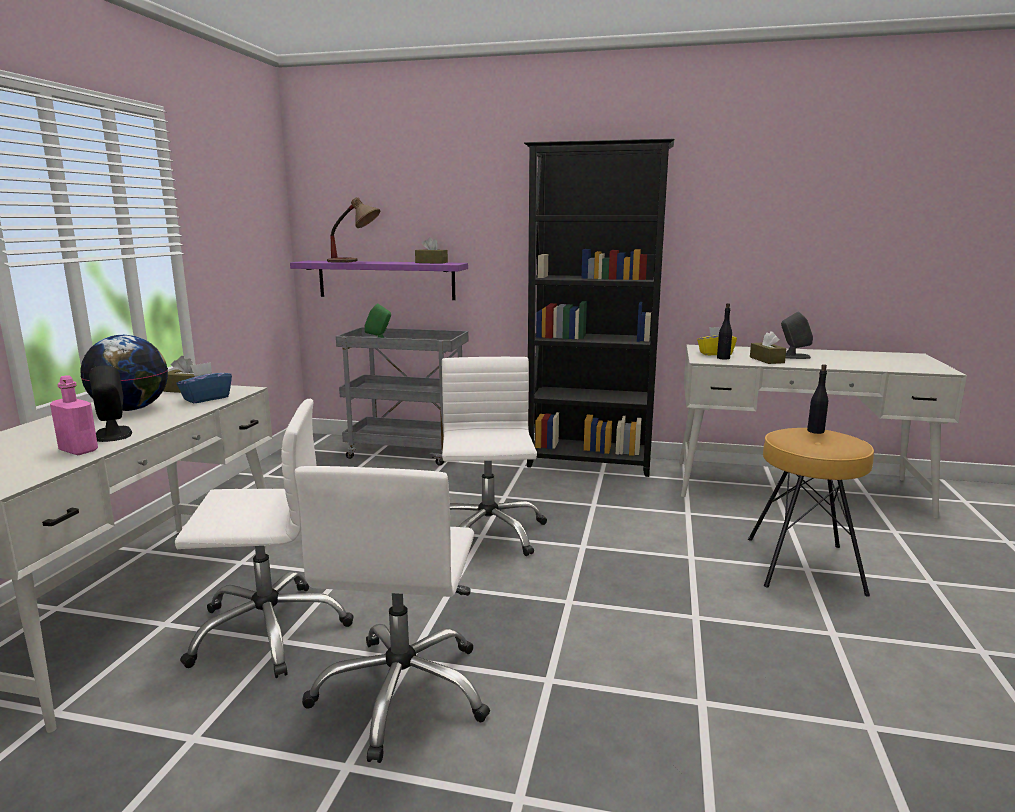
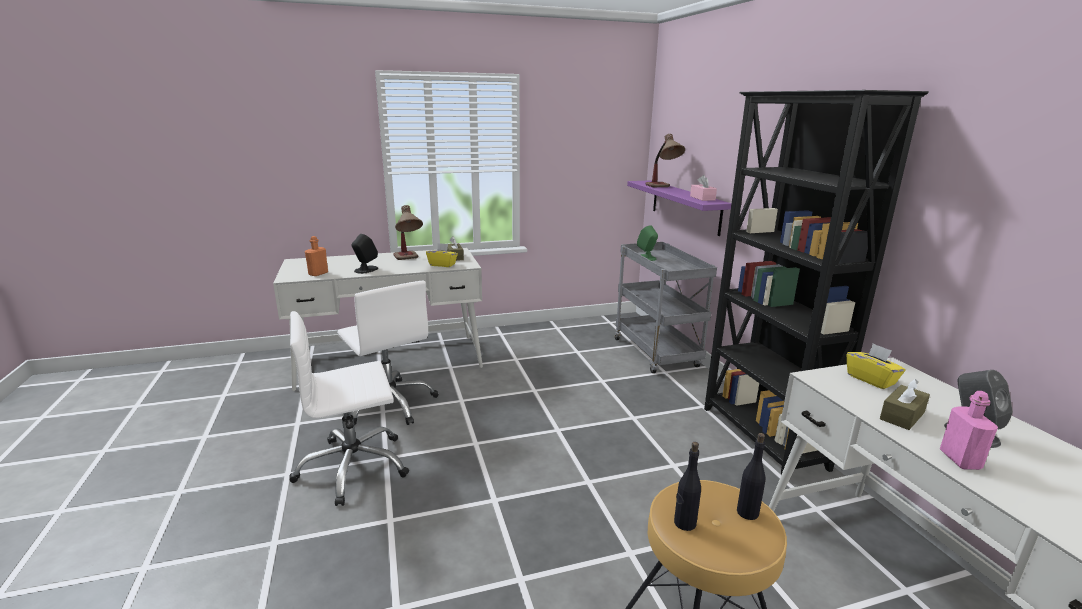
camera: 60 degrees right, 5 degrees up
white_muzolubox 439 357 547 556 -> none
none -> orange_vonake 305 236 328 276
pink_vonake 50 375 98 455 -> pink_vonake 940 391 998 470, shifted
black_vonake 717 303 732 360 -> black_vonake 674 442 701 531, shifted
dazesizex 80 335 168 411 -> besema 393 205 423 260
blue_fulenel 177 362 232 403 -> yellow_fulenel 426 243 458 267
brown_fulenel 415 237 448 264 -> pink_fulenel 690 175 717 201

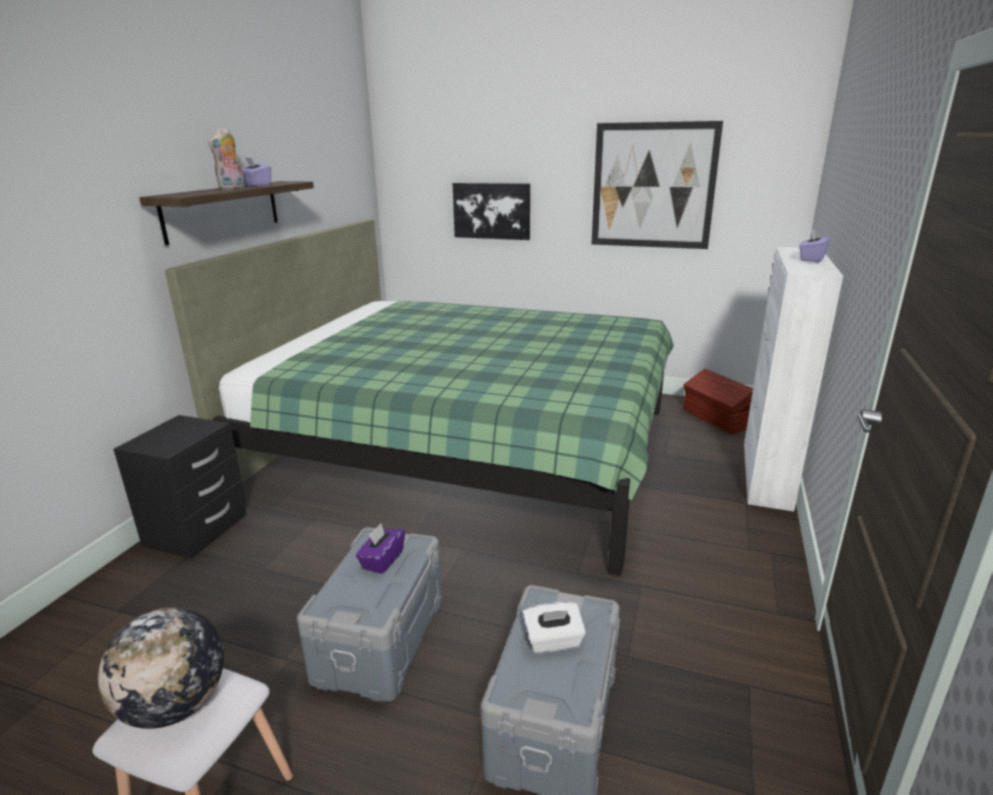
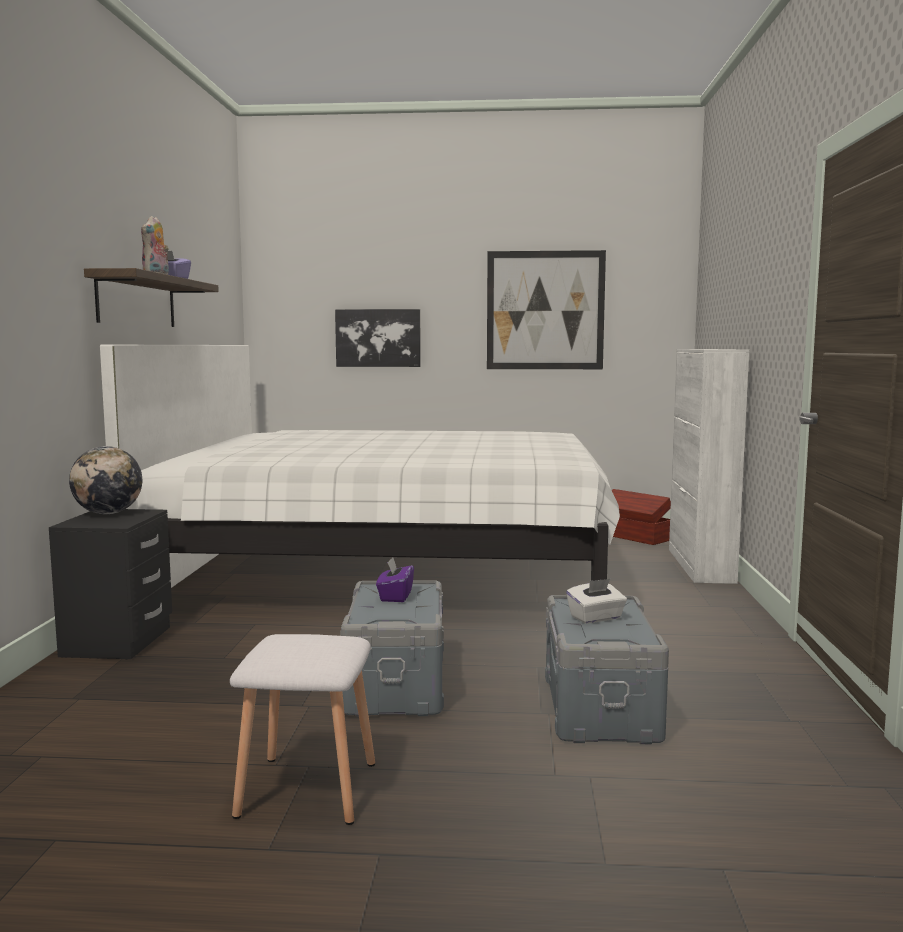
camera: 15 degrees left, 15 degrees down
purple_fulenel 799 228 830 262 -> none
dazesizex 98 607 224 729 -> dazesizex 69 446 142 514, shifted
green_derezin 165 219 674 576 -> white_derezin 100 345 620 588

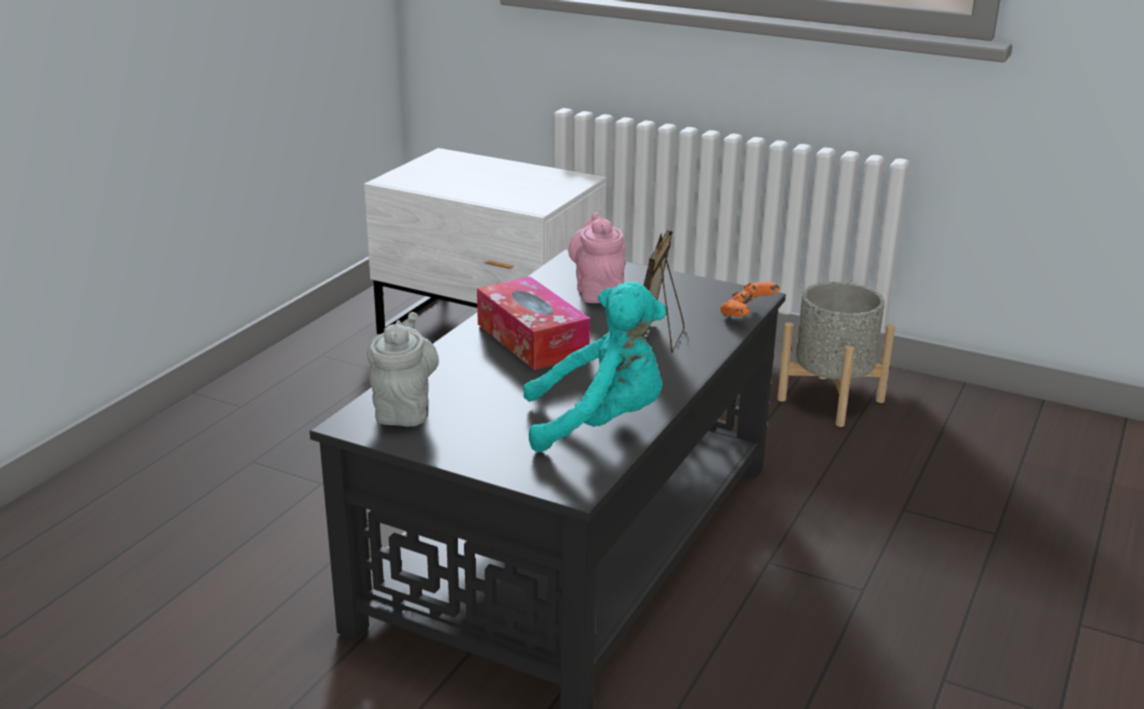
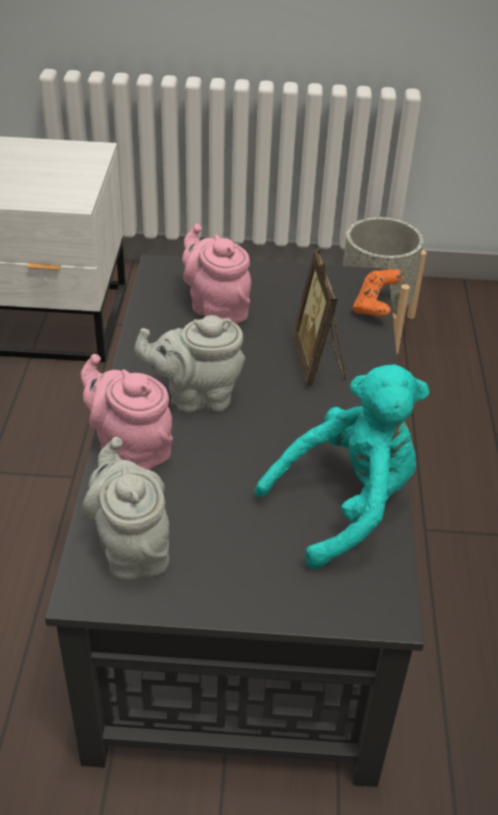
camera: 25 degrees left, 15 degrees up
none -> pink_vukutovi 81 354 173 470
fulenel 477 277 590 370 -> grey_vukutovi 135 315 245 413

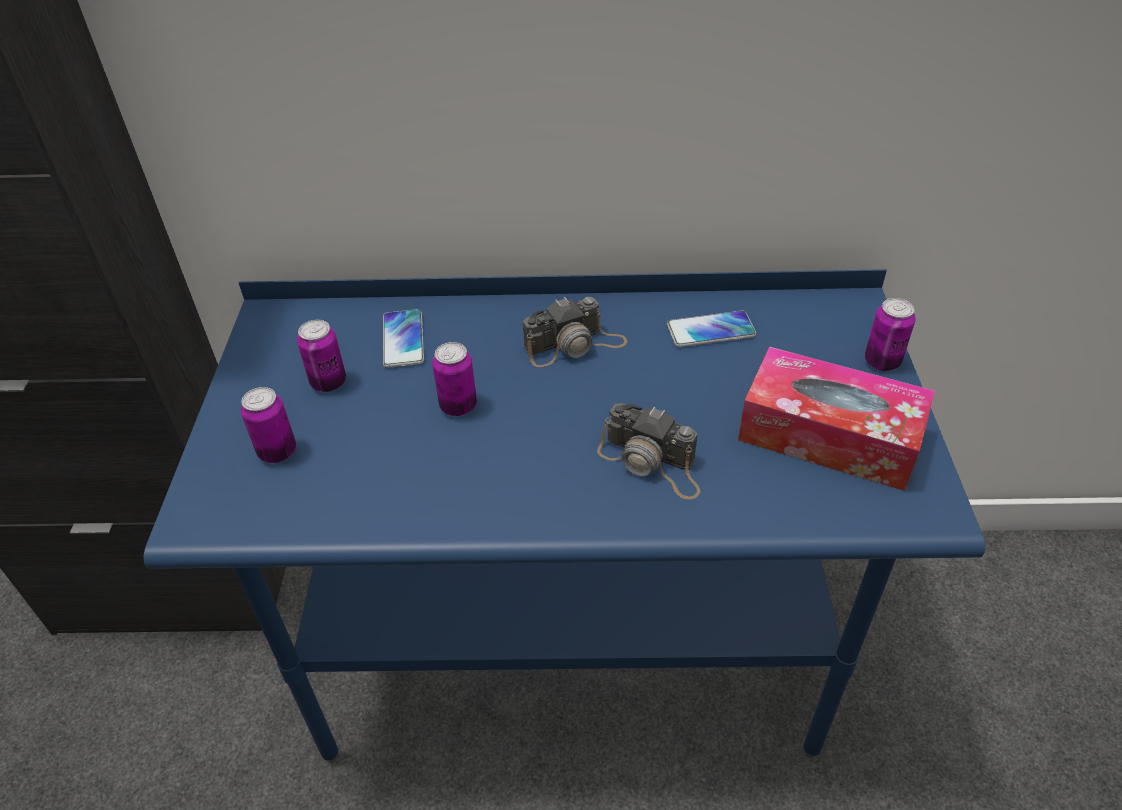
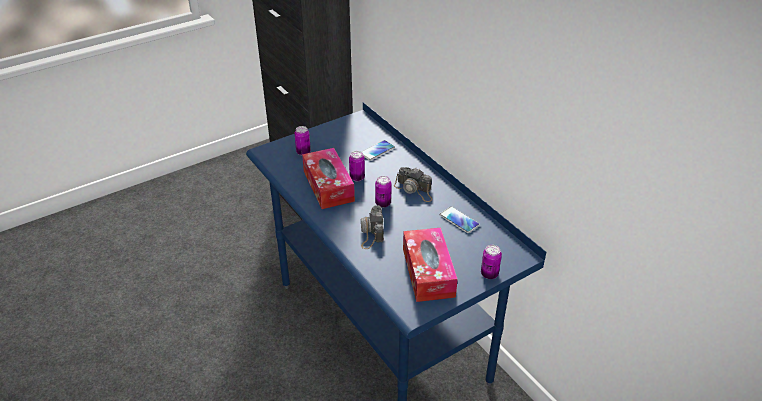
camera: 55 degrees right, 5 degrees down
none -> fulenel 302 148 355 209
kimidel 297 320 346 392 -> kimidel 375 176 391 208, shifted

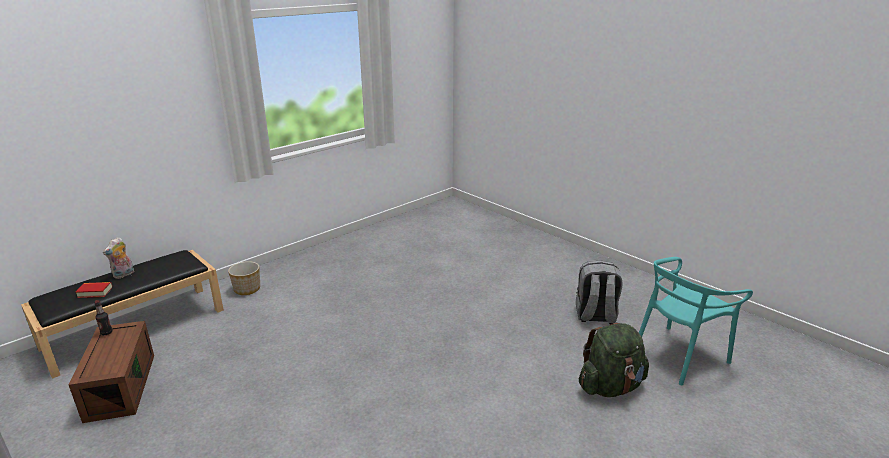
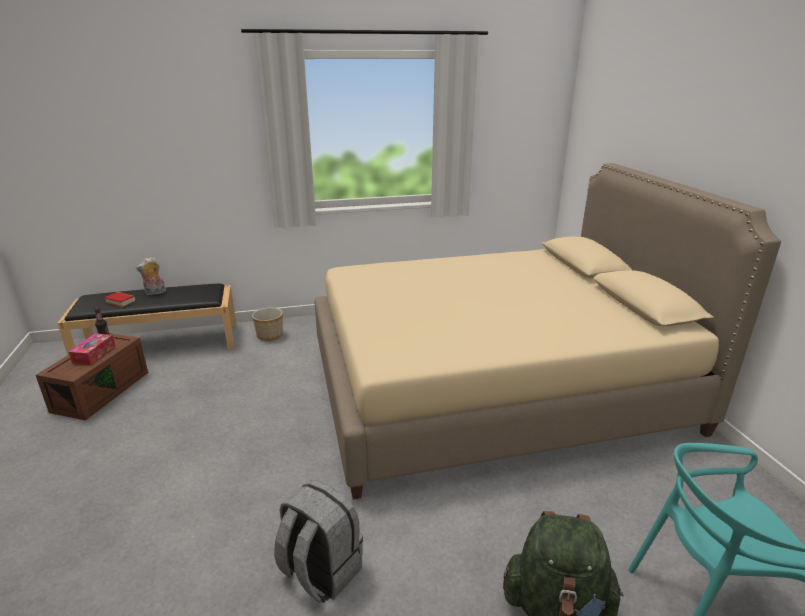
camera: 30 degrees right, 0 degrees up
none -> fulenel 69 333 115 365
none -> beige_derezin 314 163 781 499
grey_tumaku 576 260 623 324 -> grey_tumaku 274 480 363 603, shifted

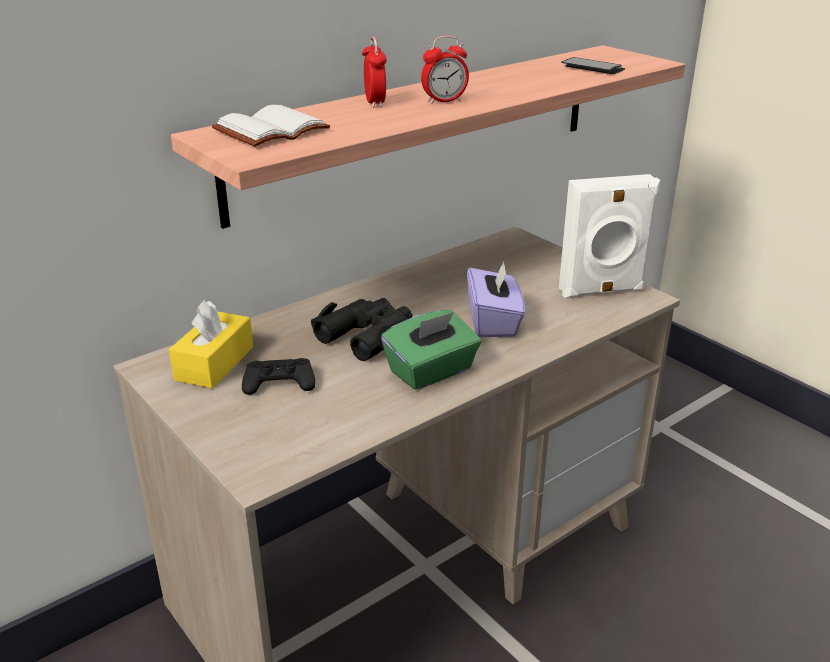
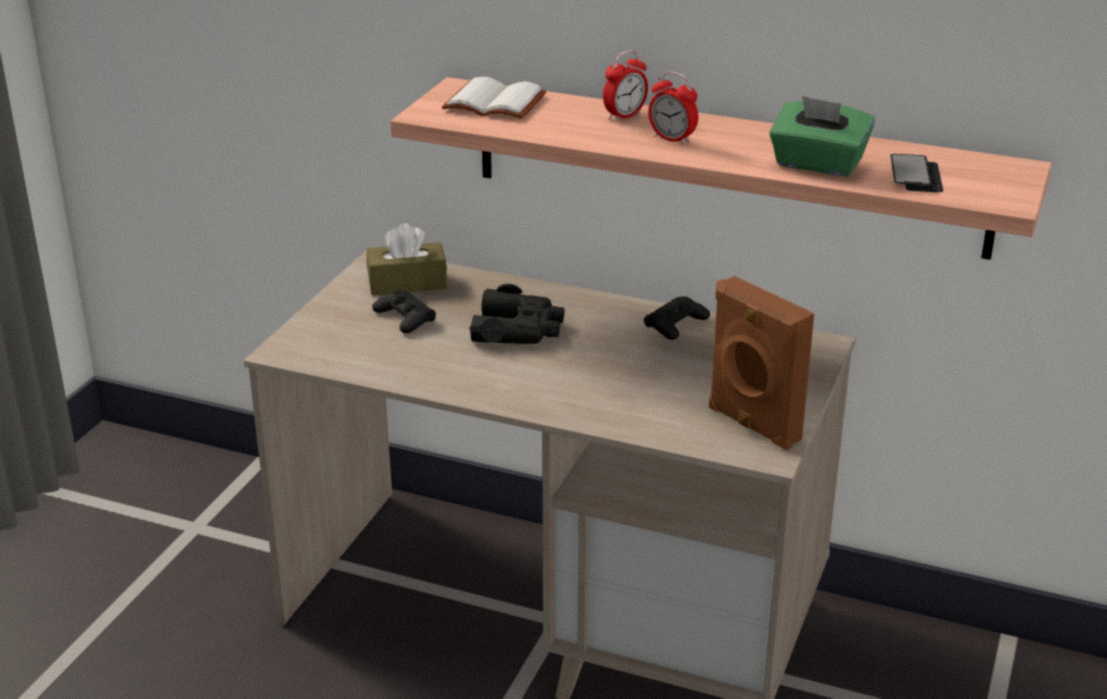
camera: 60 degrees right, 0 degrees up
purple_fulenel 467 261 525 337 -> none
none -> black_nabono 644 296 710 340
green_fulenel 381 310 481 390 -> green_fulenel 769 96 875 177, shifted
yellow_fulenel 169 300 253 388 -> brown_fulenel 366 223 447 295
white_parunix 559 174 660 298 -> brown_parunix 709 276 814 450

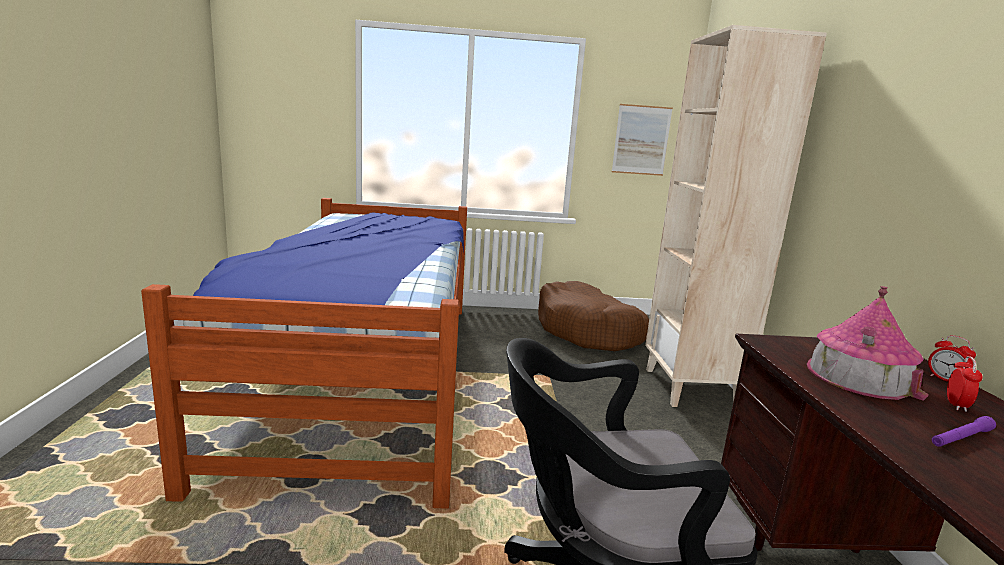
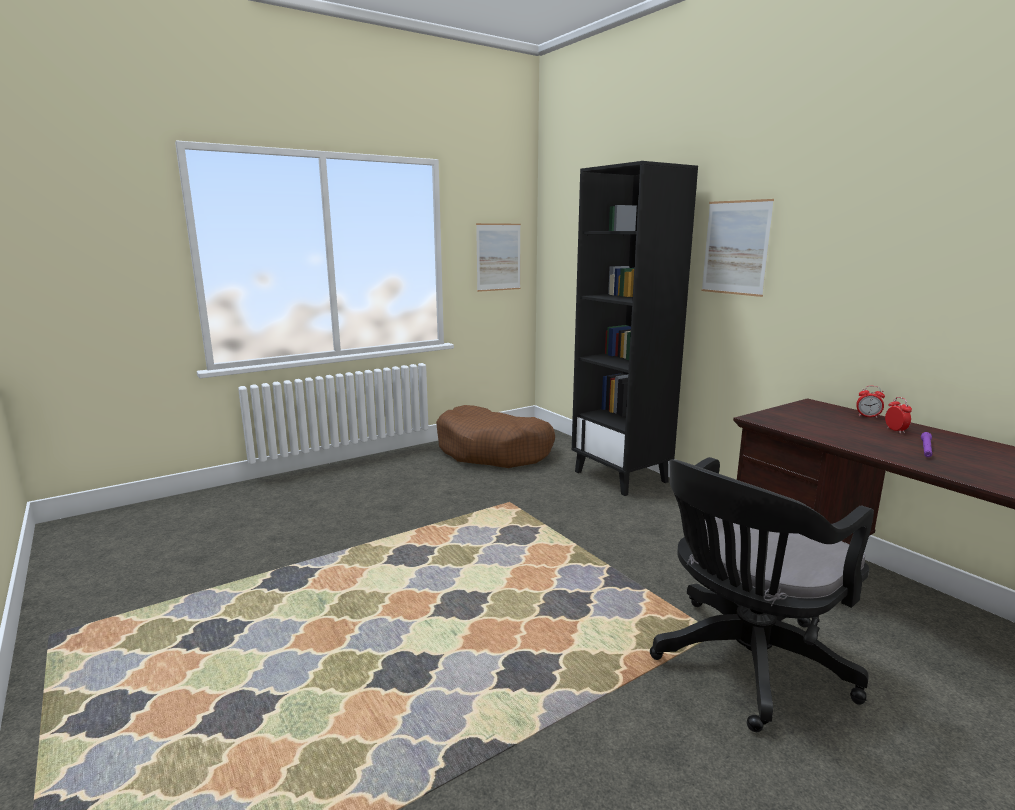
camera: 30 degrees left, 0 degrees up
derezin 141 198 467 508 -> none
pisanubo 807 286 929 401 -> none
none -> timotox 702 199 774 297
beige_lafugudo 645 25 827 407 -> black_lafugudo 572 161 698 496

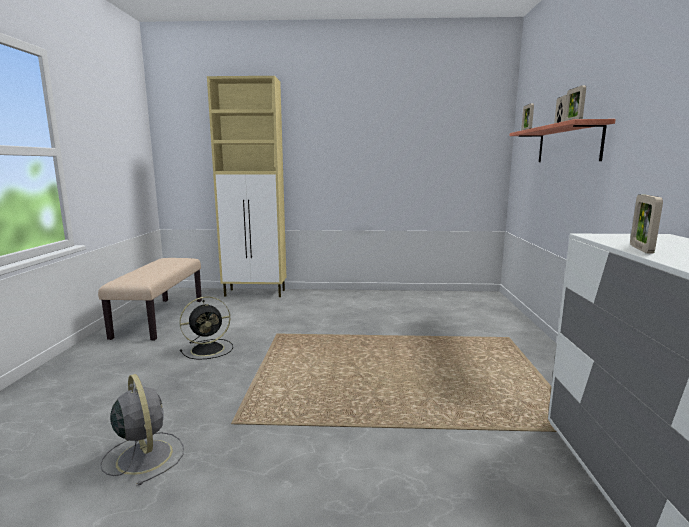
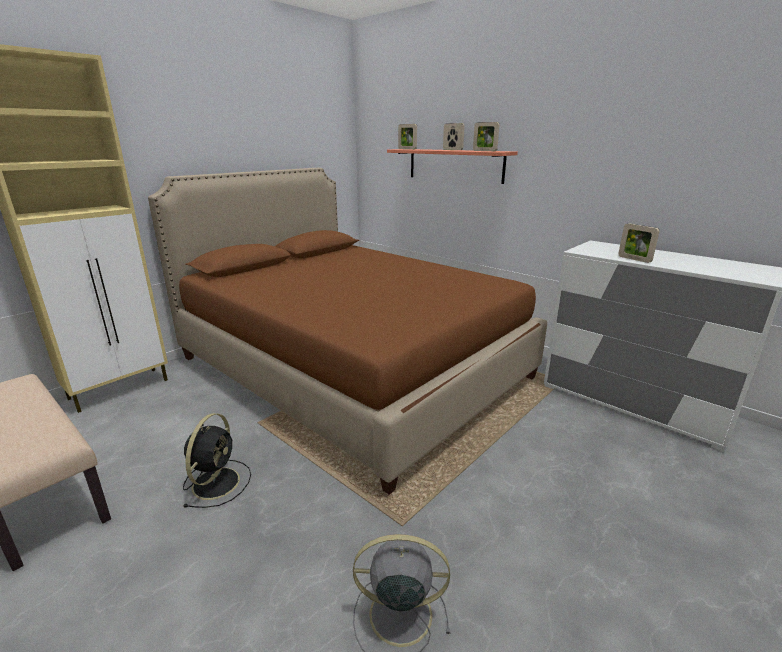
camera: 50 degrees left, 10 degrees up
none -> brown_derezin 148 168 547 495

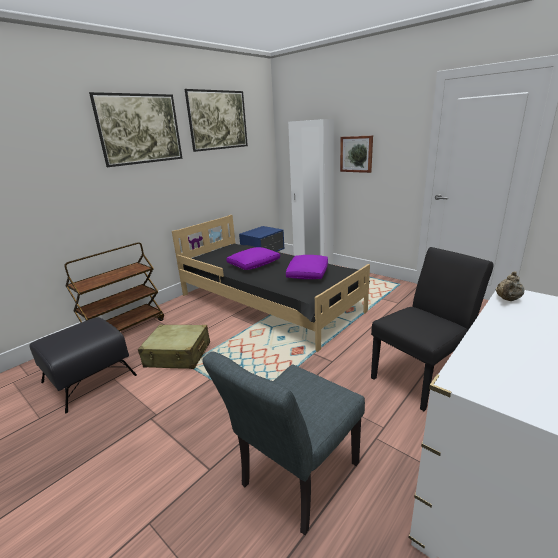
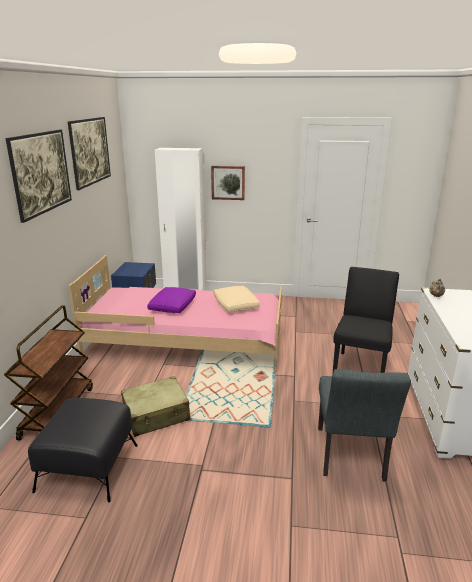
camera: 35 degrees left, 0 degrees up
black_derezin 172 215 370 352 -> pink_derezin 69 255 282 373
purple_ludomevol 286 255 328 279 -> beige_ludomevol 214 286 260 312

